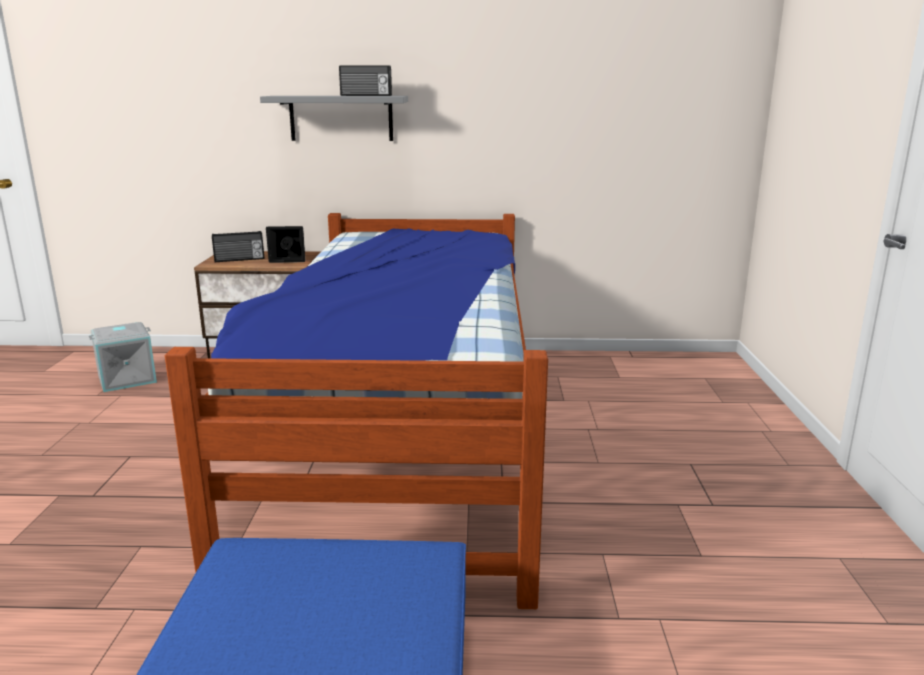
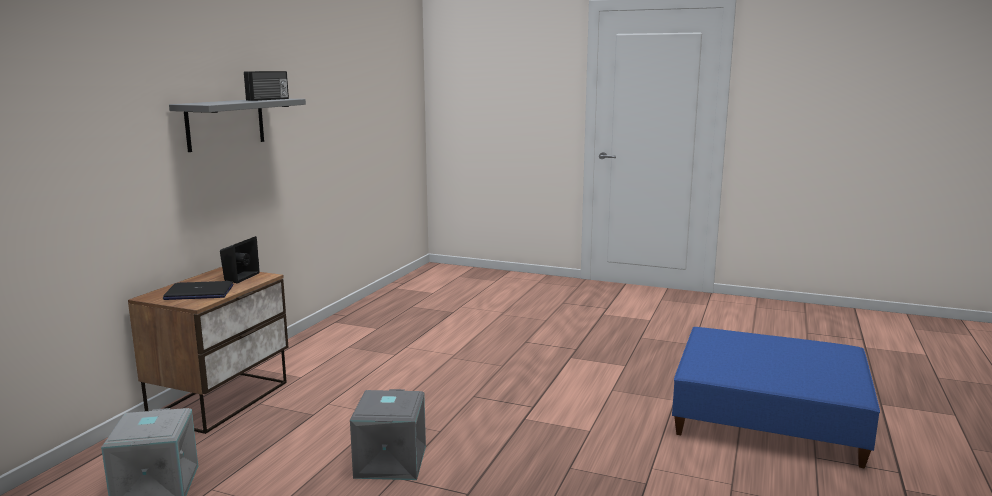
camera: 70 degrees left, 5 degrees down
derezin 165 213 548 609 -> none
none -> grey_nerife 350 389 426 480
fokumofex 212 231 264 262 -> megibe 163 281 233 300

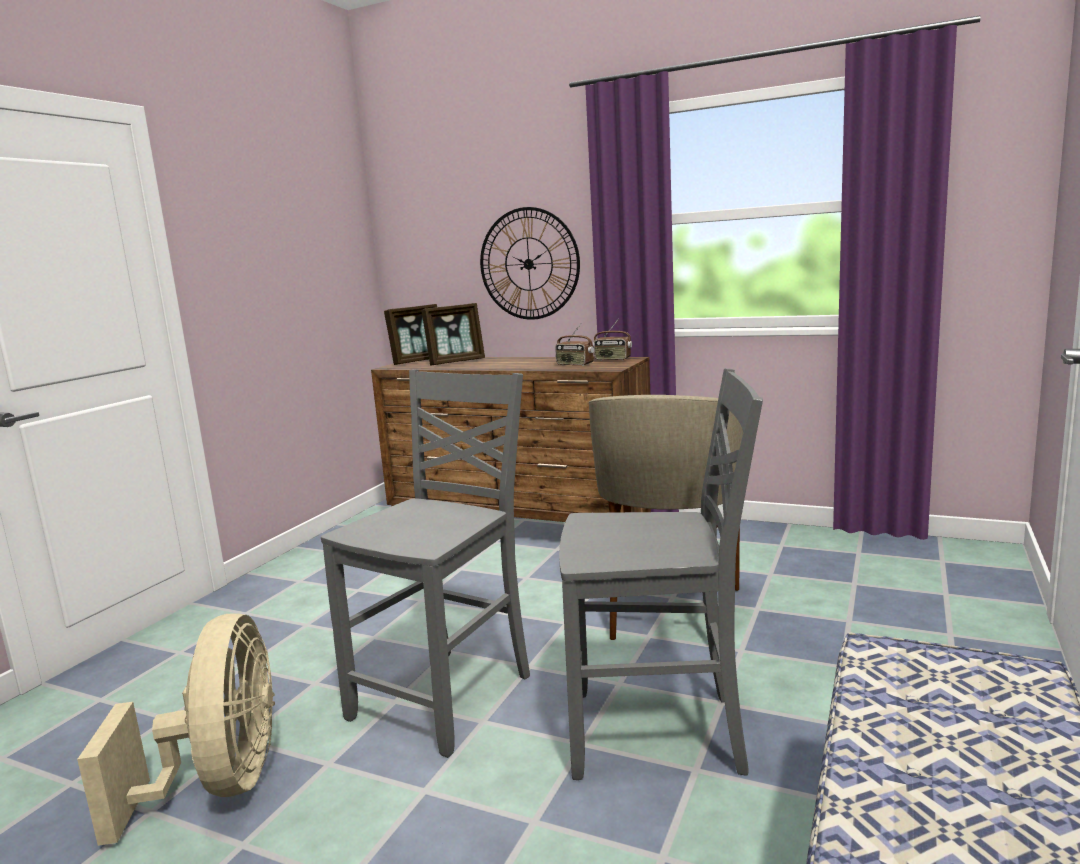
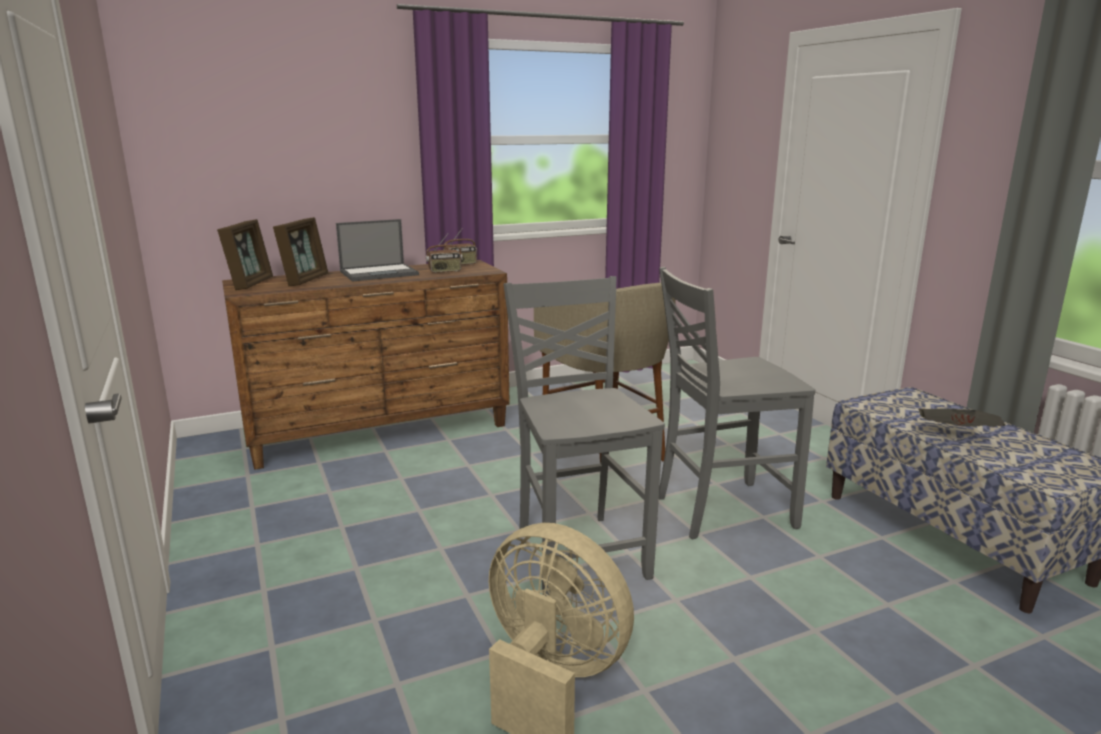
camera: 50 degrees left, 5 degrees up
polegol 480 207 580 320 -> none
none -> megibe 336 219 419 282
none -> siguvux 919 409 1005 427
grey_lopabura 559 368 763 780 -> grey_lopabura 659 267 815 539, 150 degrees counterclockwise

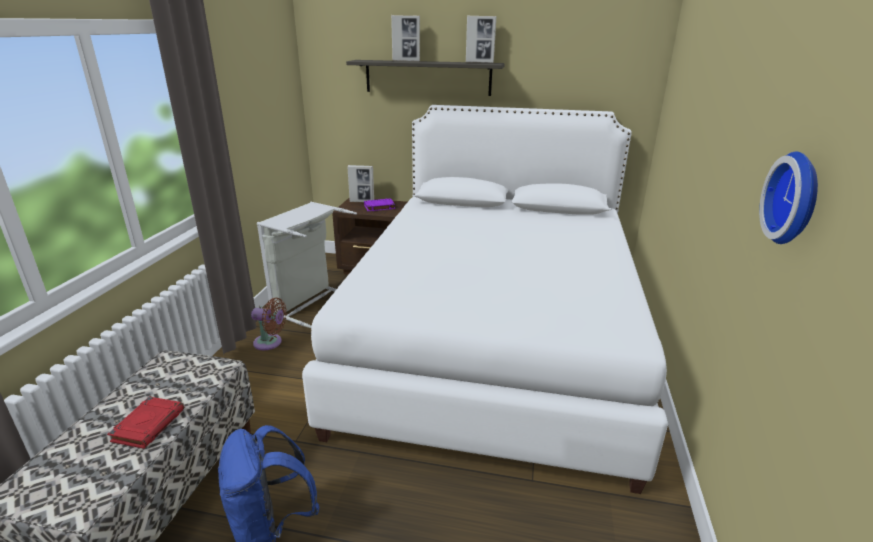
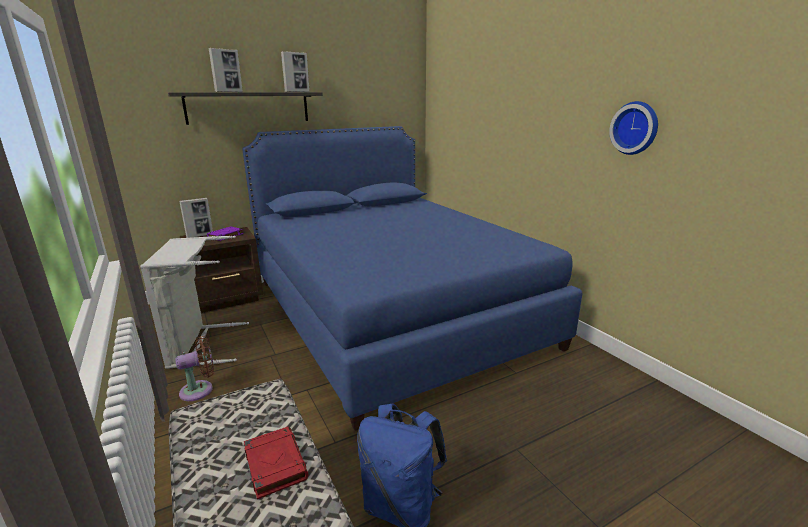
camera: 40 degrees left, 5 degrees down
white_derezin 302 105 668 494 -> blue_derezin 242 126 583 431

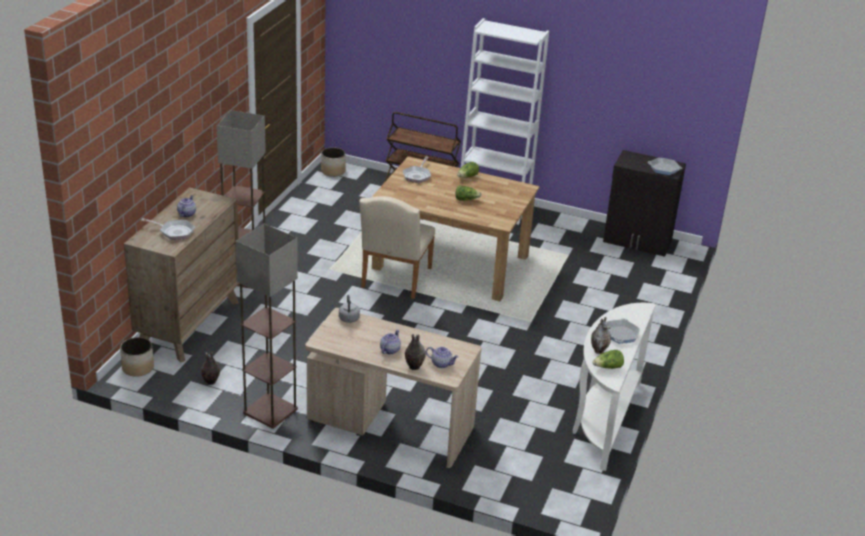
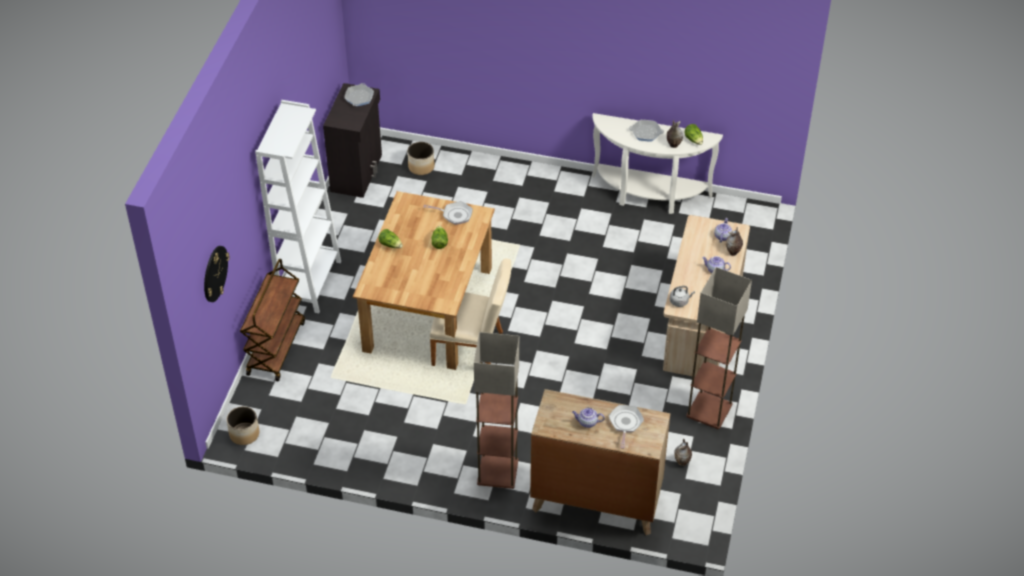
camera: 95 degrees left, 15 degrees up
none -> polegol 204 246 230 302
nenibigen 120 337 154 377 -> nenibigen 408 142 435 175, shifted
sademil 403 156 431 183 -> sademil 423 201 473 225, shifted

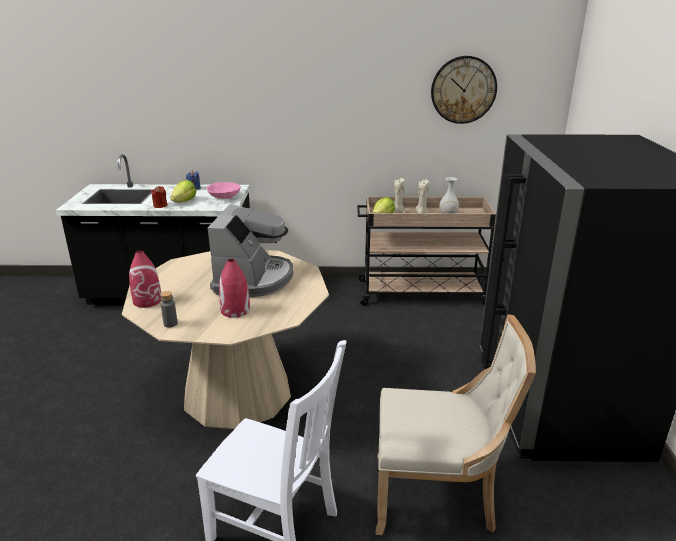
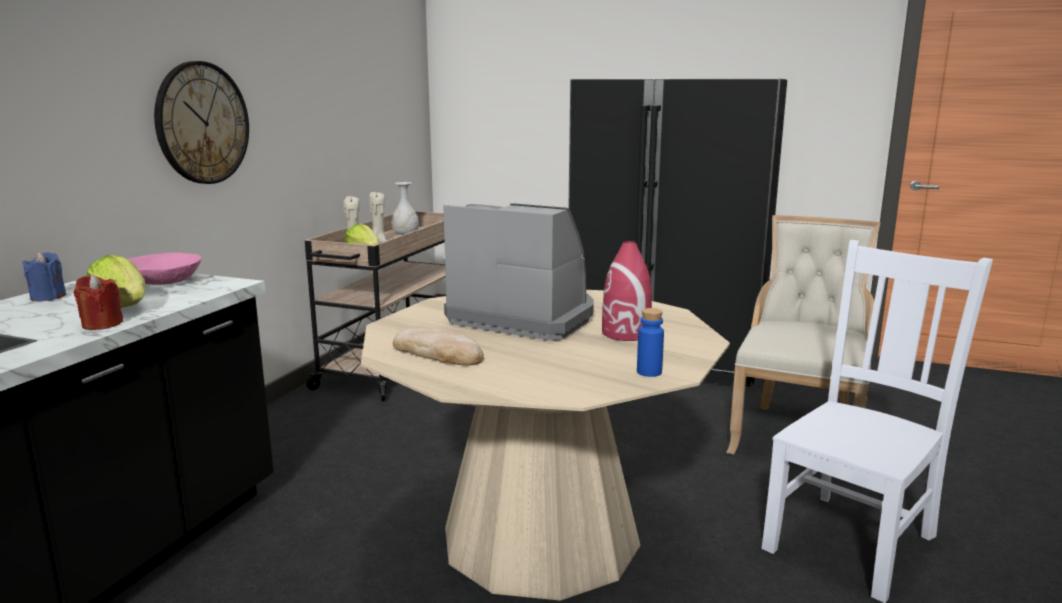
camera: 70 degrees left, 10 degrees down
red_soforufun 129 250 161 308 -> none
none -> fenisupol 393 326 484 366
polegol 431 56 497 124 -> polegol 154 61 249 184, shifted
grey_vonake 160 291 178 328 -> blue_vonake 637 308 664 377

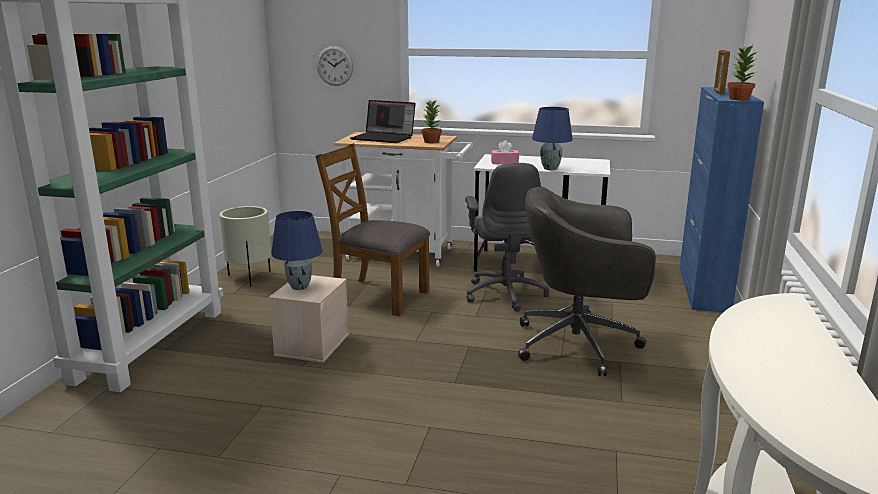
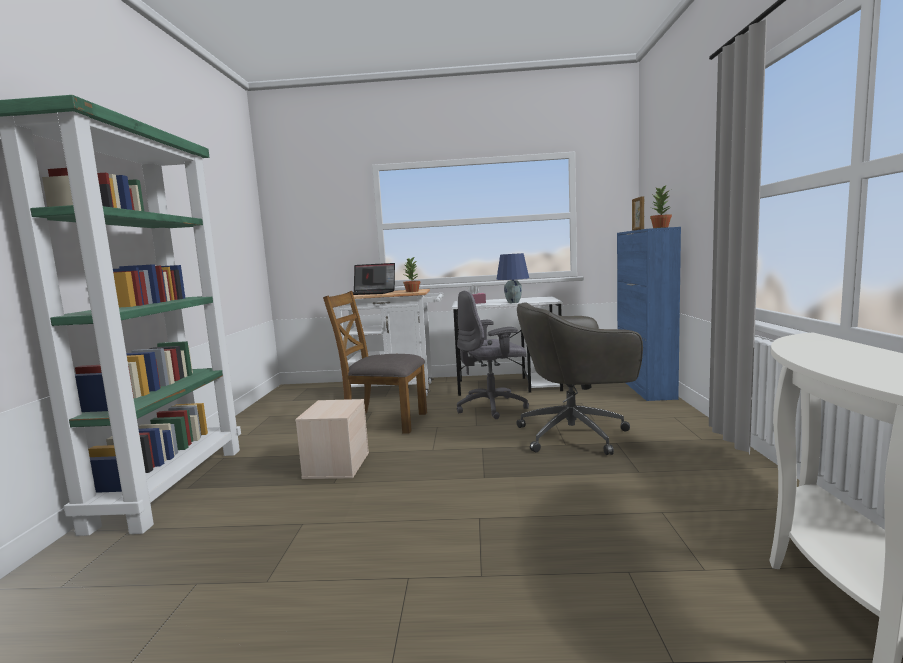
camera: 10 degrees left, 10 degrees down
beige_nenibigen 219 206 271 287 -> none
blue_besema 271 211 323 290 -> none
polegol 317 46 353 86 -> none
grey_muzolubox 465 163 549 312 -> grey_muzolubox 457 291 529 419, 90 degrees clockwise

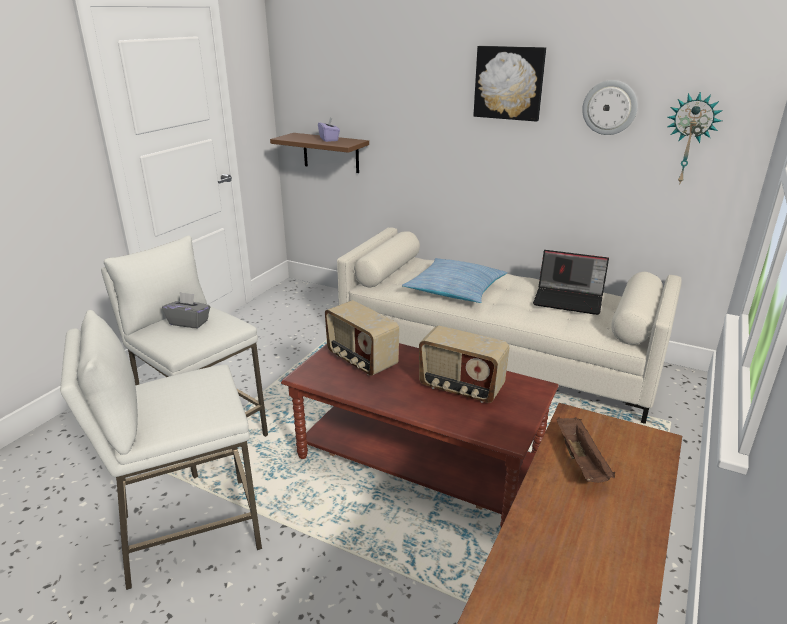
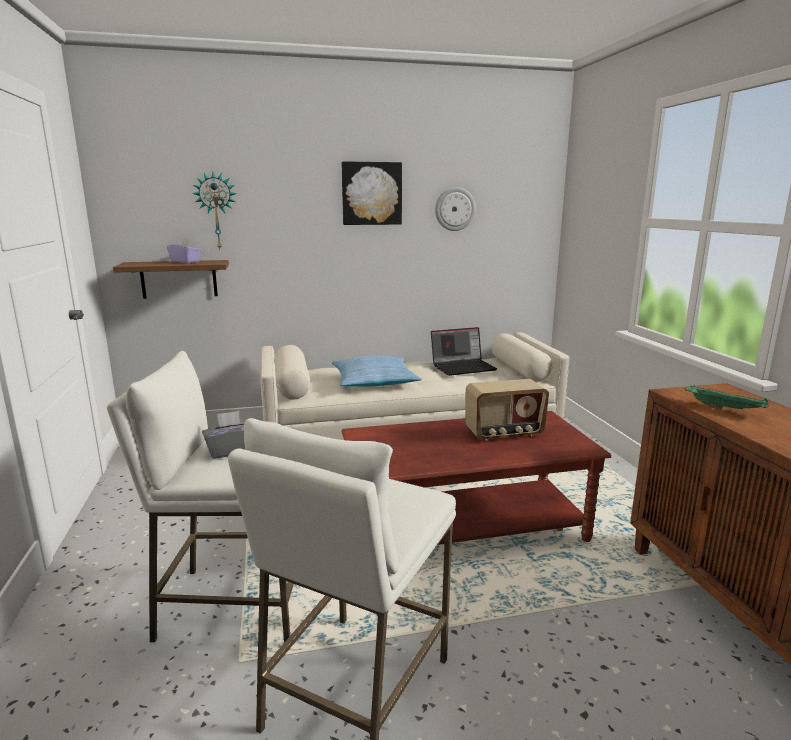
camera: 40 degrees left, 10 degrees down
fokumofex 325 300 399 376 -> none
polegol 667 92 723 185 -> polegol 192 172 237 250, shifted
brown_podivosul 557 417 615 483 -> green_podivosul 685 385 769 409

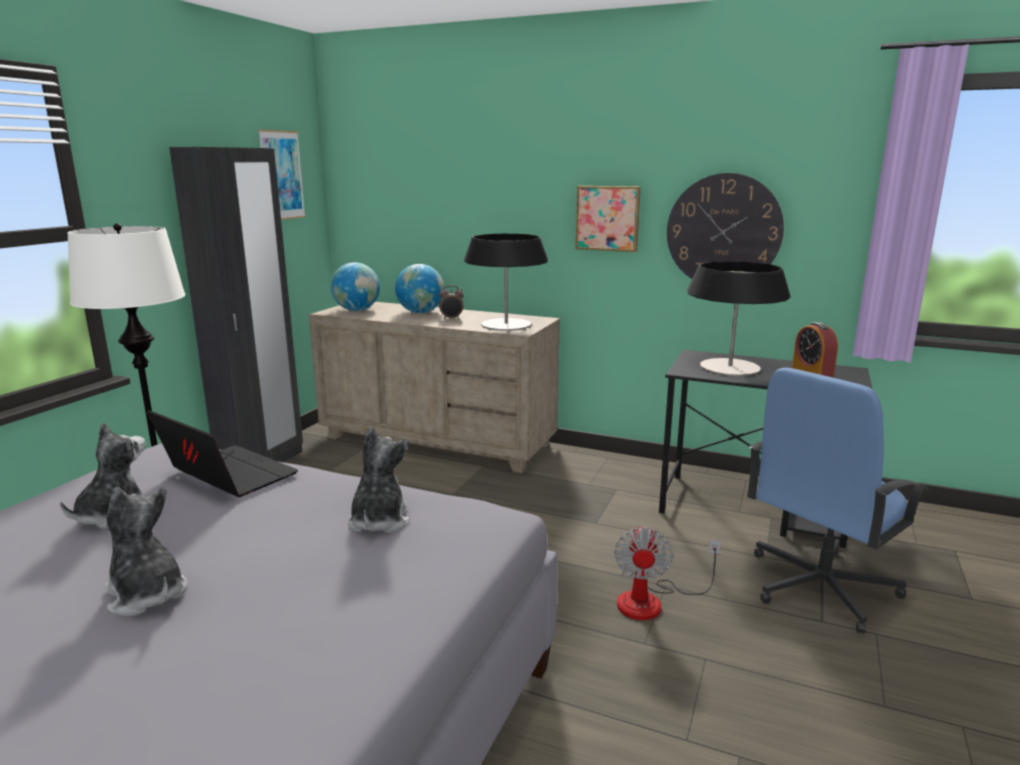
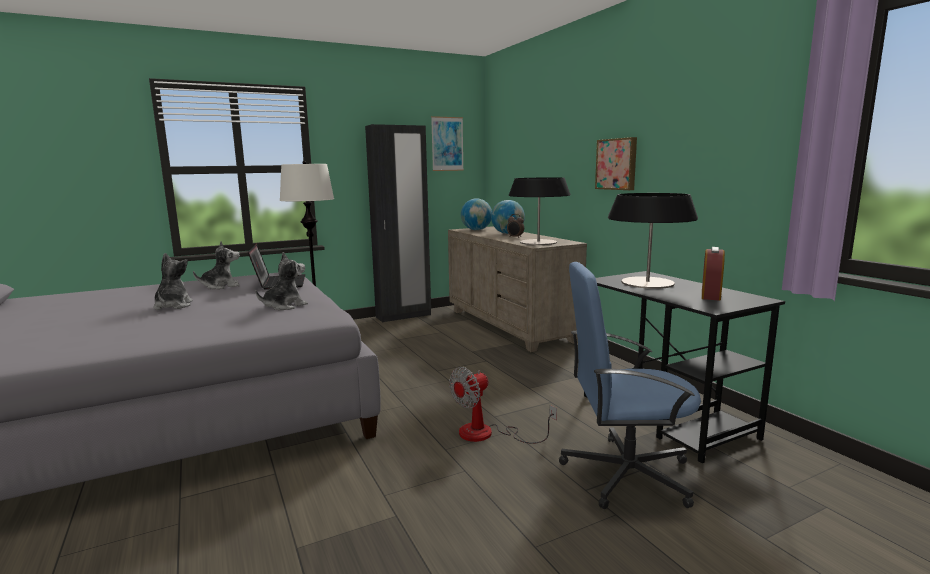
camera: 40 degrees right, 5 degrees down
polegol 667 173 784 279 -> none

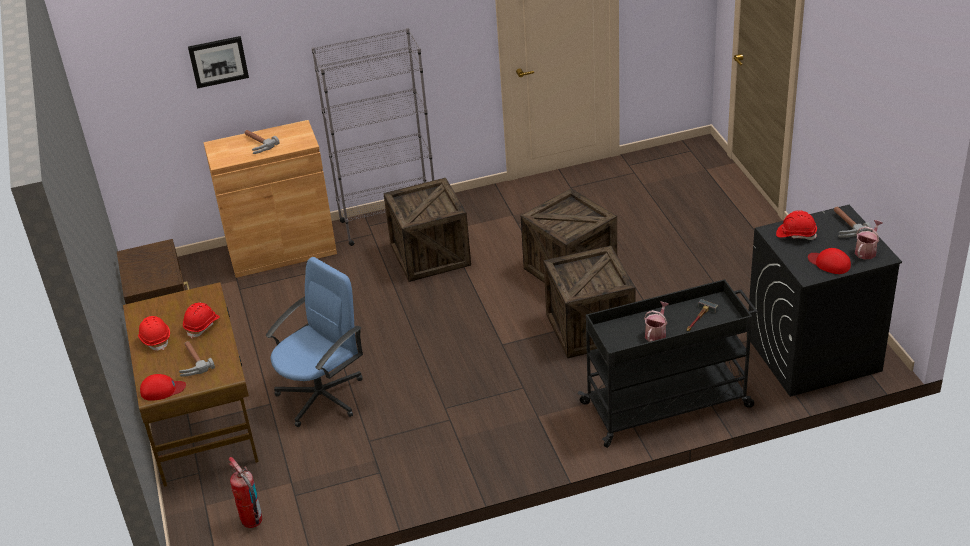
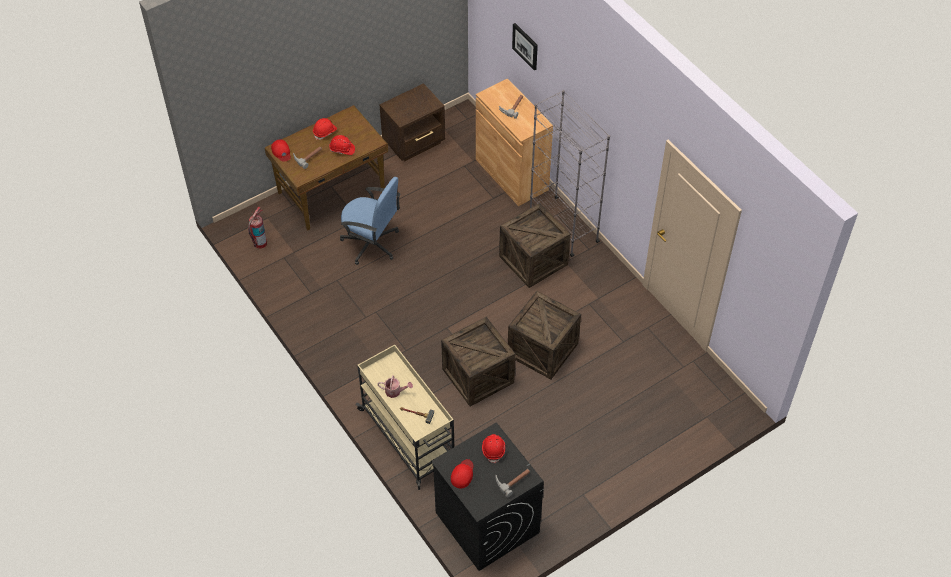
camera: 70 degrees right, 15 degrees up
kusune 855 220 883 259 -> none
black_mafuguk 577 279 757 448 -> beige_mafuguk 356 345 454 490

